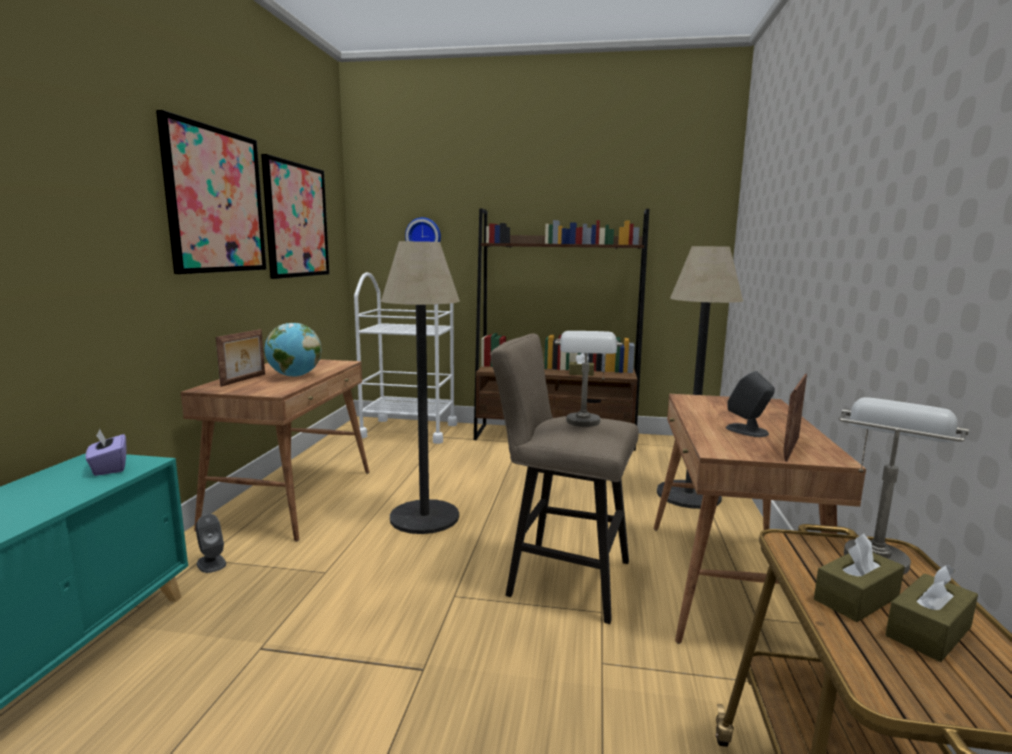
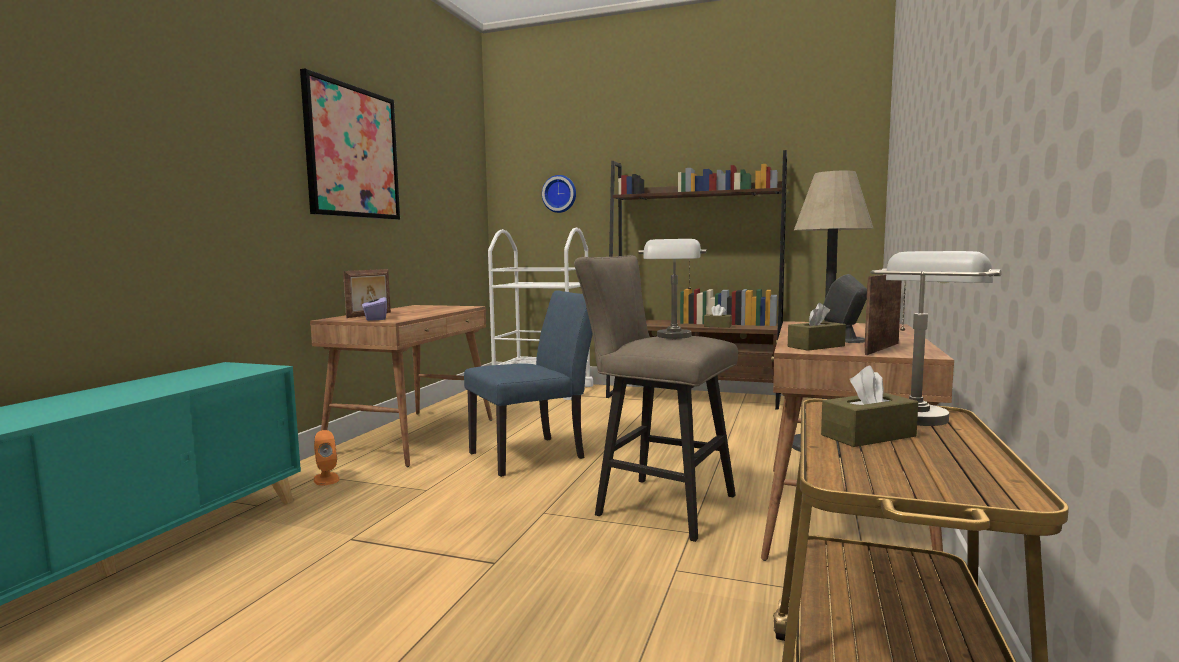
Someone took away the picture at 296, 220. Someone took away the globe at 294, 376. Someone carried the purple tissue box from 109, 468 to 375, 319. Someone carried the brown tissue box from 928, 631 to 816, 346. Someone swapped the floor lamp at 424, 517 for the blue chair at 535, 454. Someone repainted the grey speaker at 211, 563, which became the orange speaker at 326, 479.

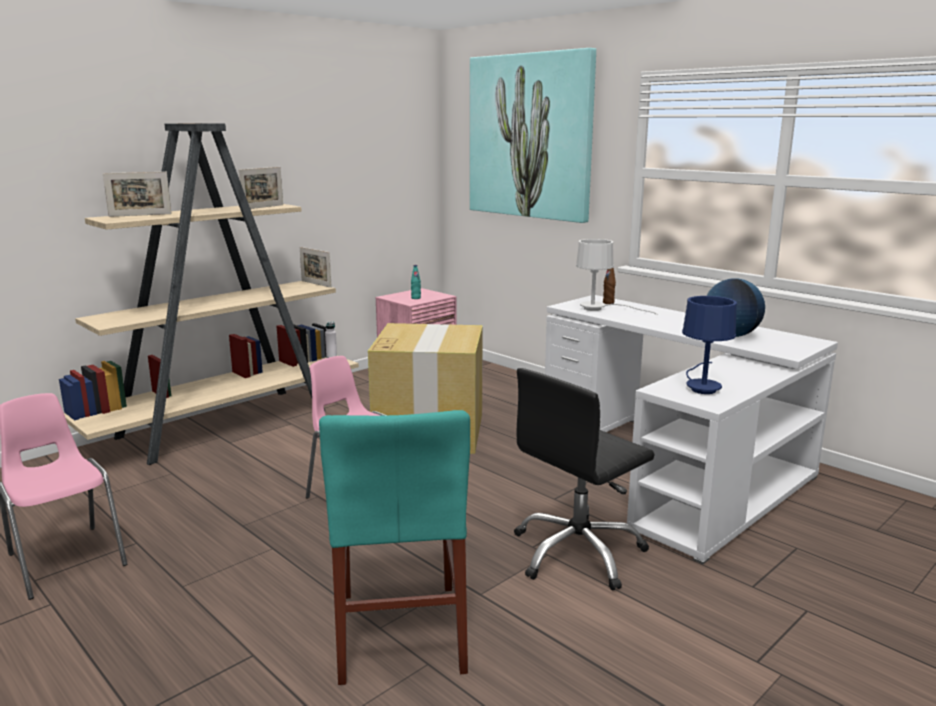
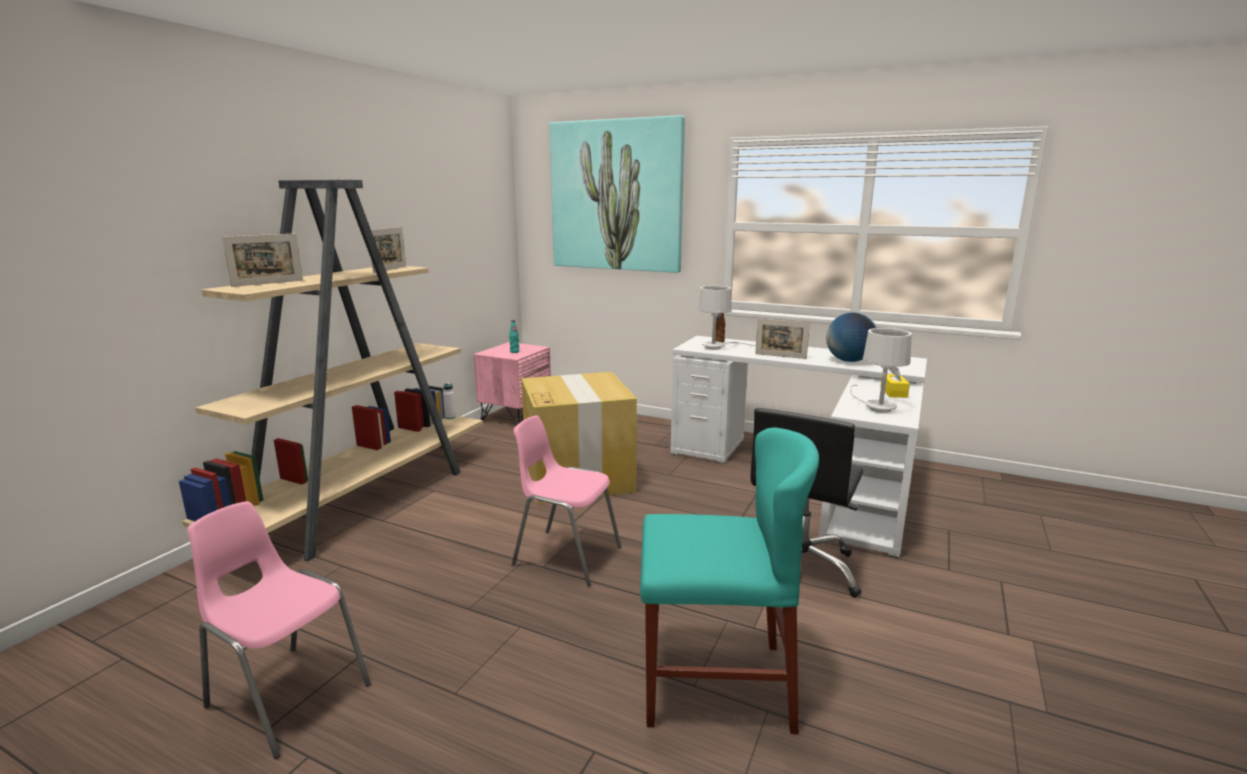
Someone put down the yellow tissue box at 893, 392. Someone carried the picture frame from 316, 284 to 780, 356. Someone repainted the blue table lamp at 701, 386, which became the white table lamp at 874, 406. Someone rotated the turquoise chair at 400, 631 by 60 degrees counterclockwise.

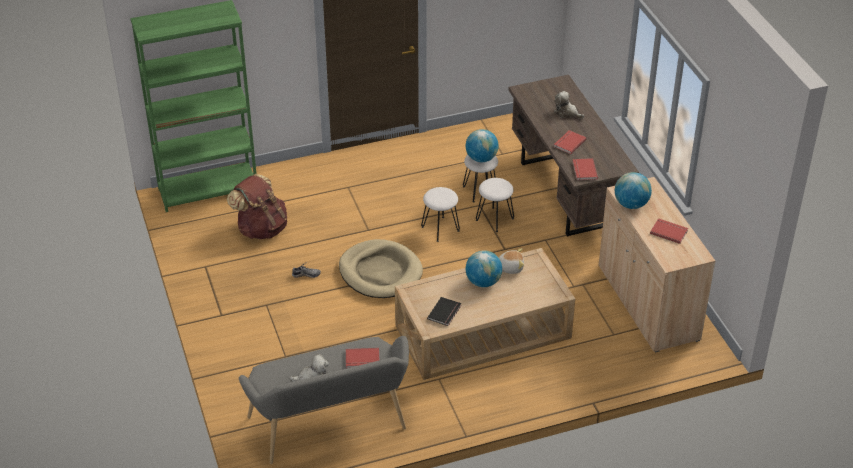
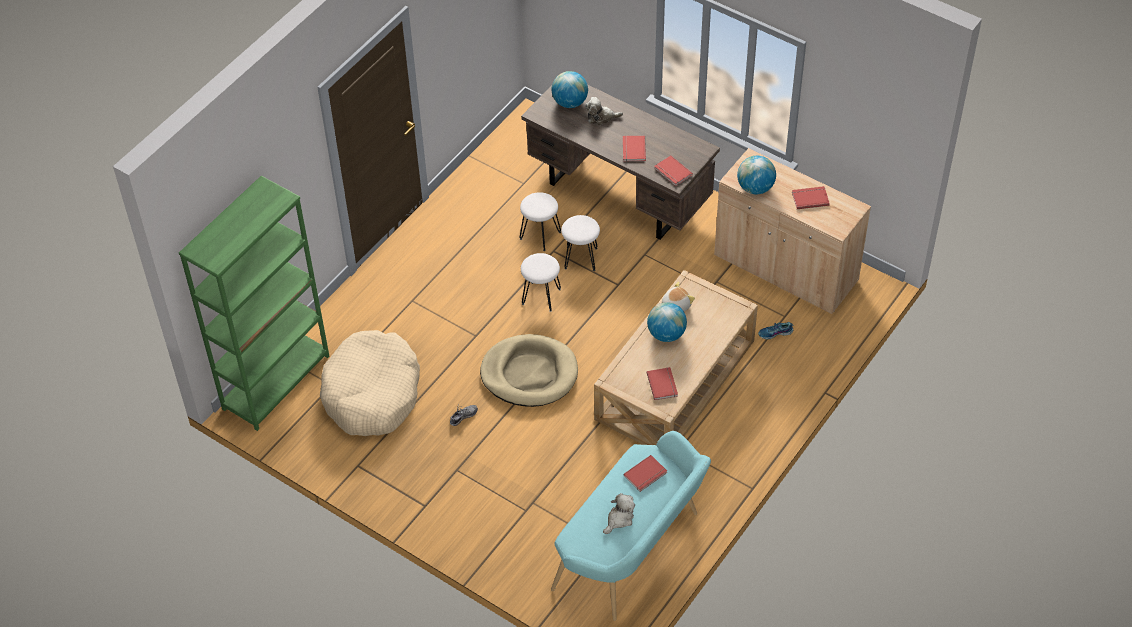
Someone put down the shoe at 775, 333. Someone carried the globe from 481, 158 to 570, 102. Someone swapped the brown backpack at 261, 228 for the beige dog bed at 372, 393. Someone repainted the grey bench at 331, 427, which became the turquoise bench at 633, 553. Someone repainted the black book at 445, 312, which became the red book at 663, 384.

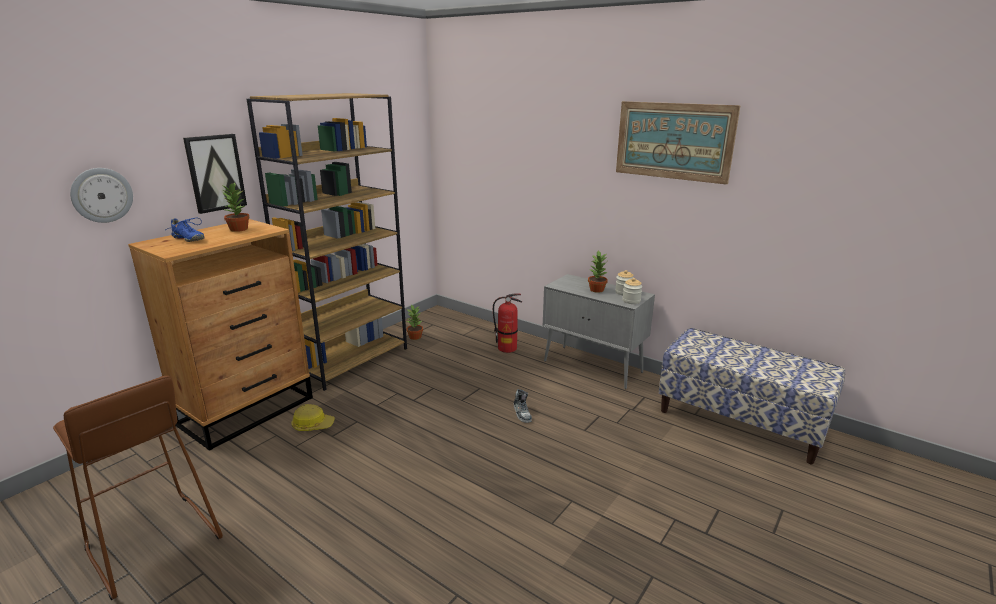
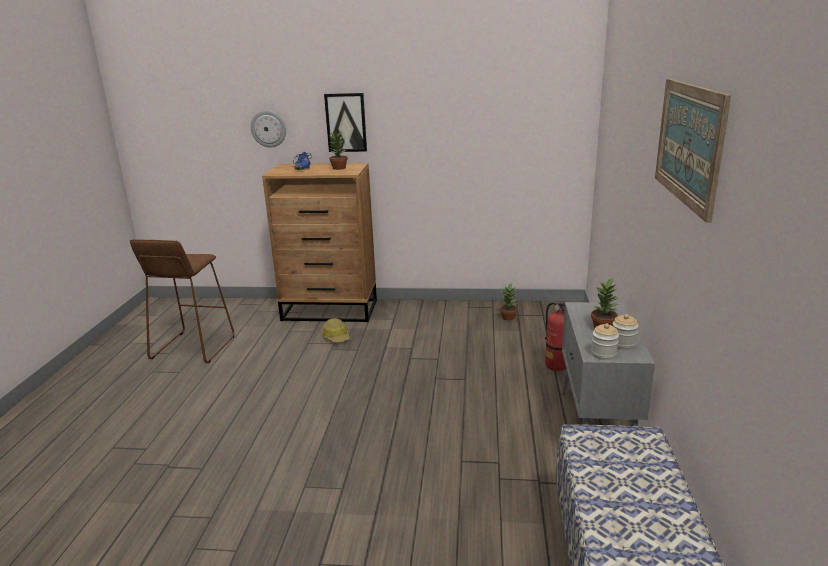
Someone took away the brown bookcase at 350, 360. Someone took away the shoe at 522, 413.

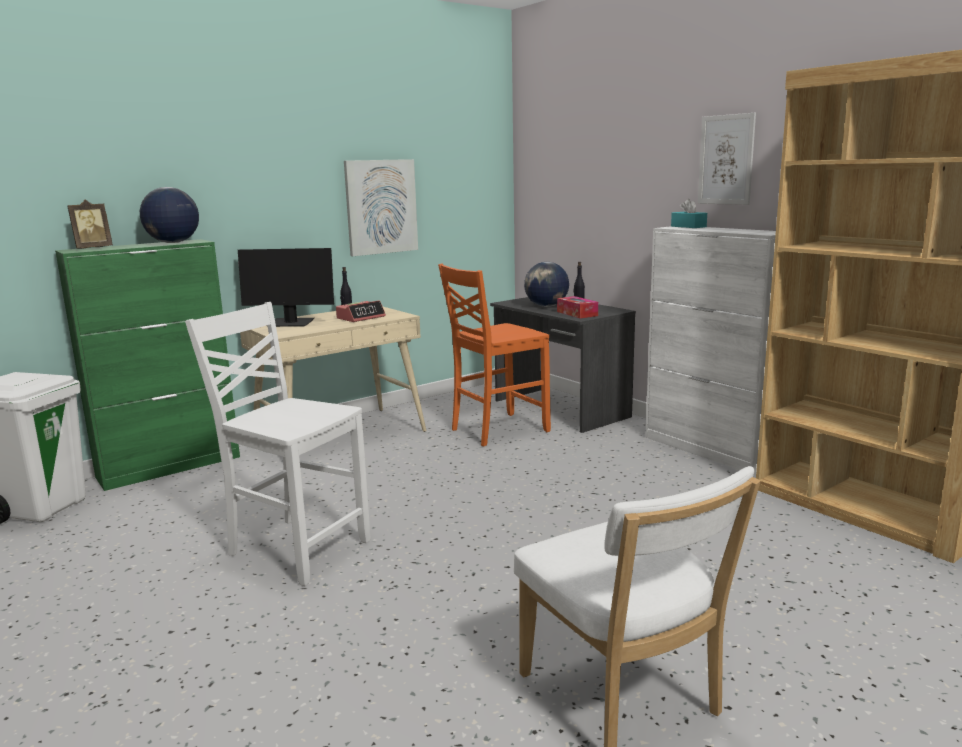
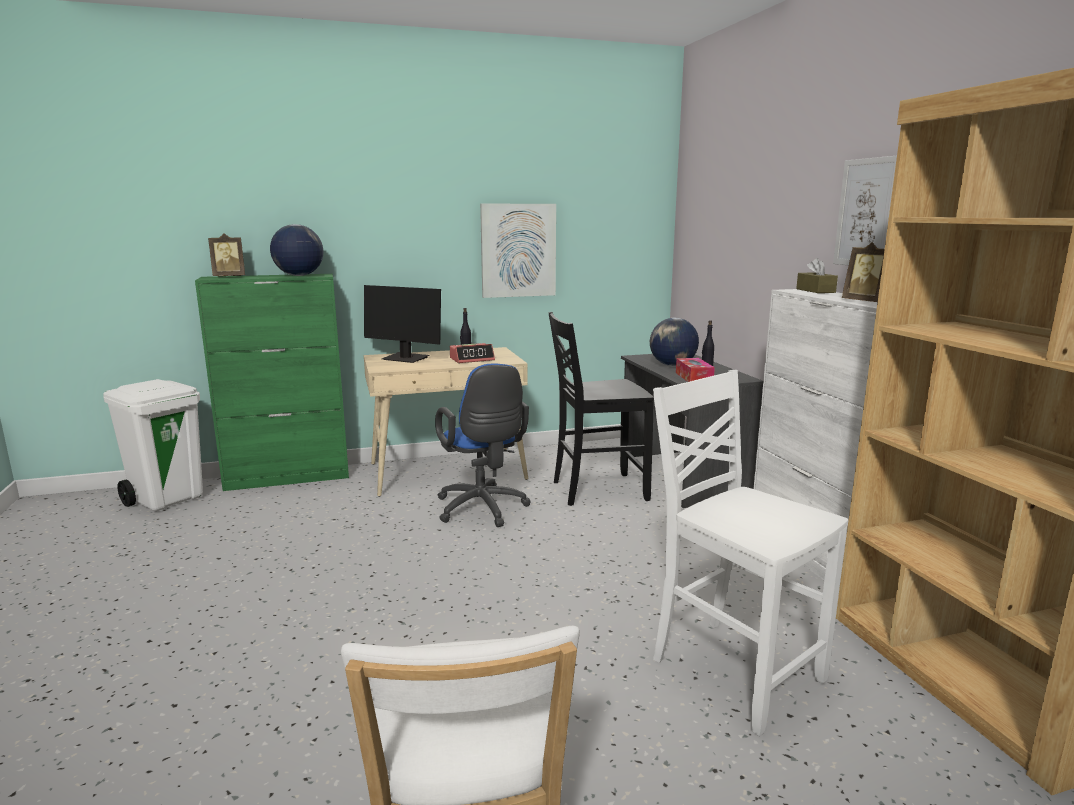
Someone put down the blue office chair at 483, 510. Someone put down the picture frame at 865, 302. Someone carried the white chair from 296, 548 to 733, 669. Someone repainted the orange chair at 497, 430, which became the black chair at 597, 490. Someone repainted the turquoise tissue box at 688, 226, which became the brown tissue box at 815, 291.

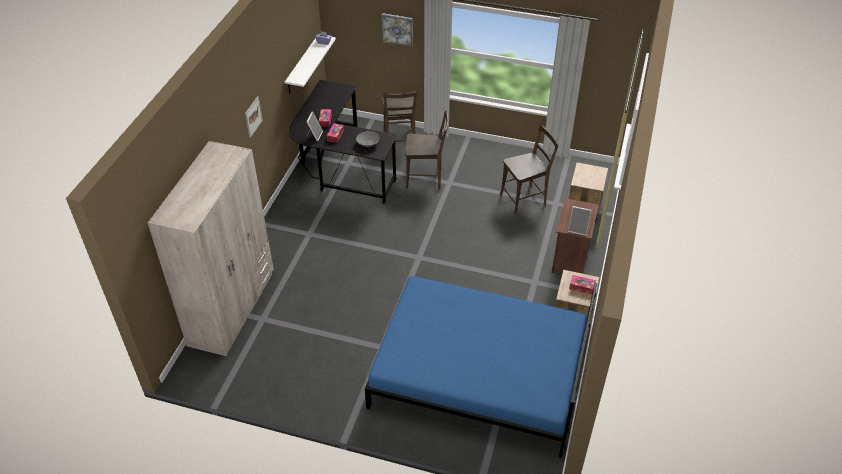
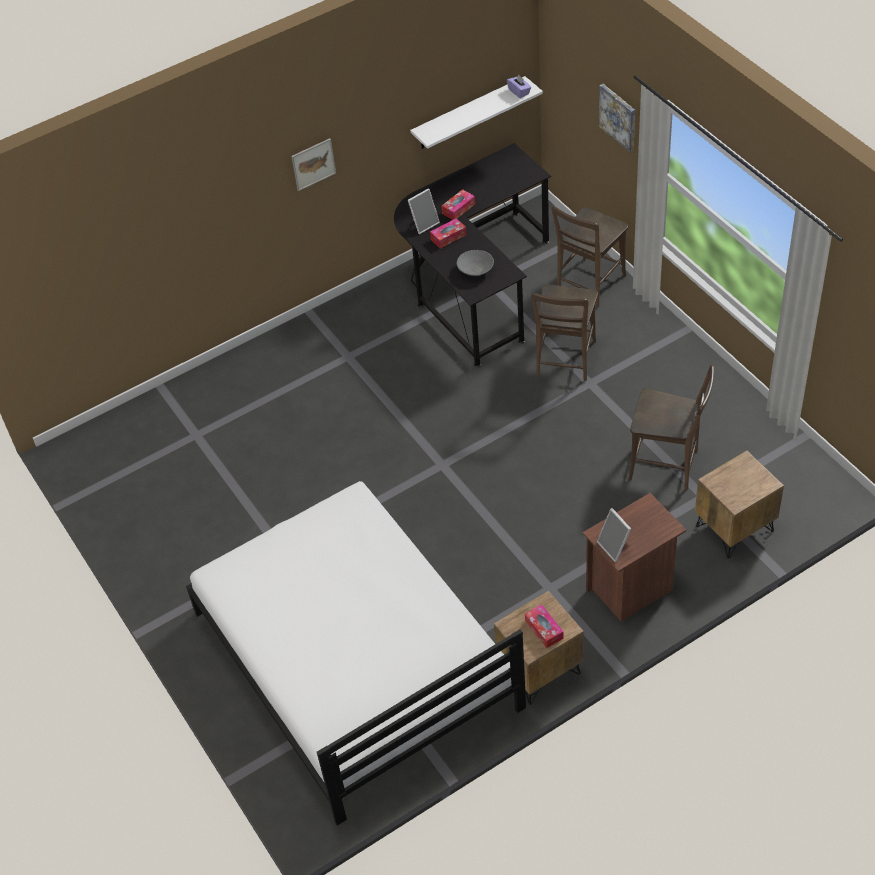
Someone took away the beige wardrobe at 232, 308. Someone repainted the blue bed at 479, 374, which became the white bed at 355, 660. Someone rotated the brown chair at 426, 179 by 60 degrees clockwise.

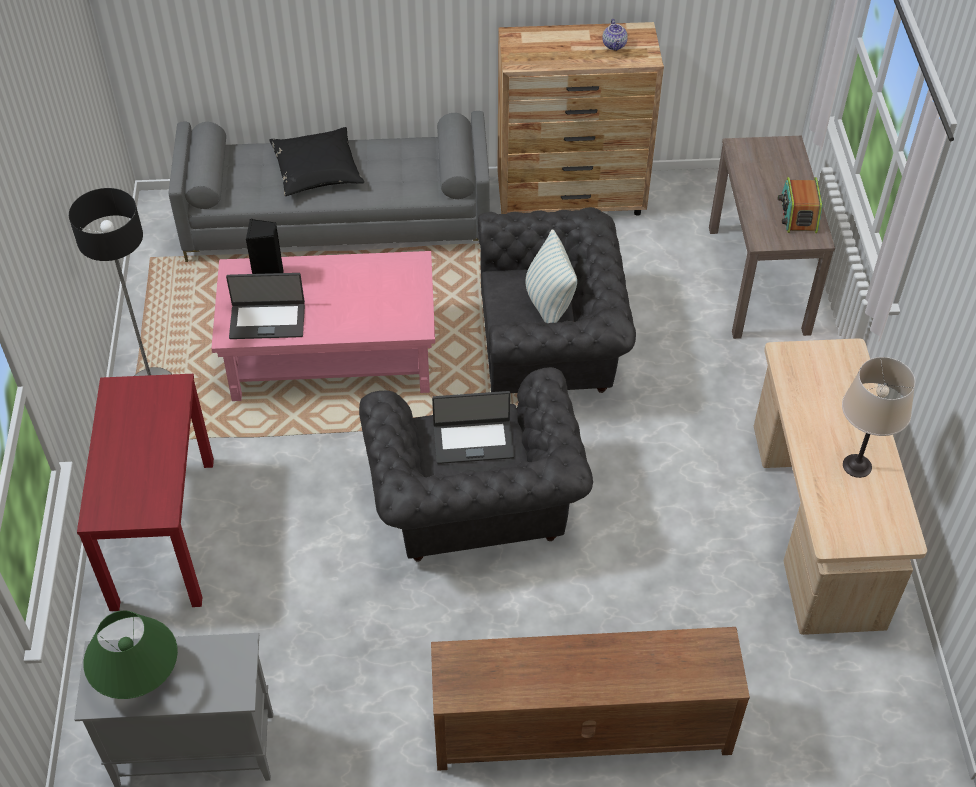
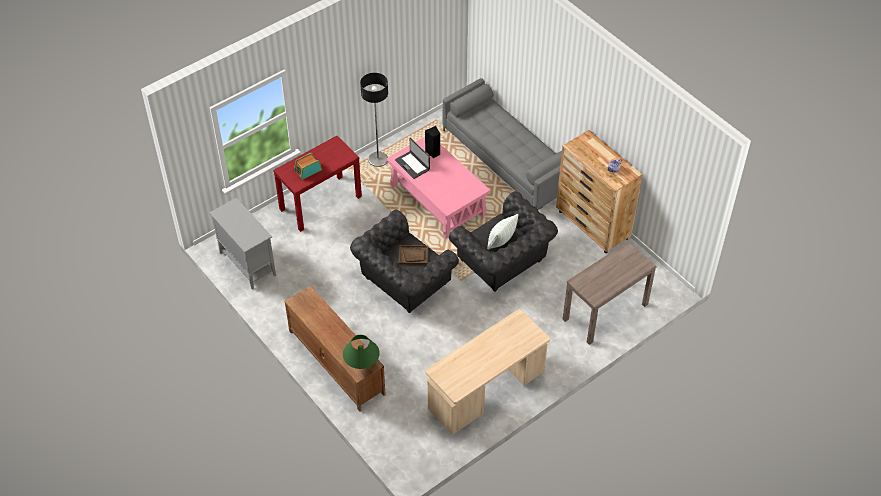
Someone took away the black pillow at 317, 170. Someone took away the beige table lamp at 857, 466. Someone carried the green table lamp from 138, 675 to 361, 362. Someone carried the radio from 798, 215 to 308, 170. Someone swapped the laptop at 473, 441 for the brown tray at 413, 255.

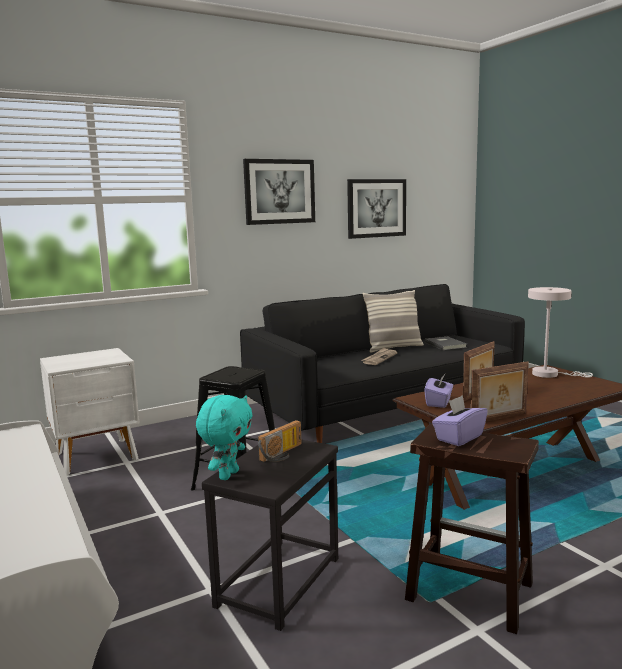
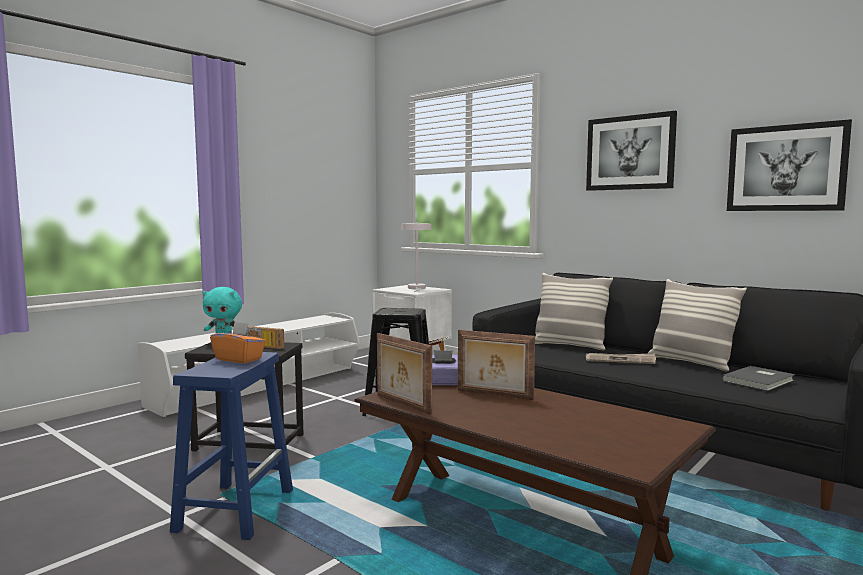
Someone put down the pillow at 569, 345. Someone carried the white table lamp from 550, 374 to 417, 288. Someone repainted the brown stool at 467, 591, which became the blue stool at 236, 509. Someone repainted the purple tissue box at 459, 437, which became the orange tissue box at 239, 359.

